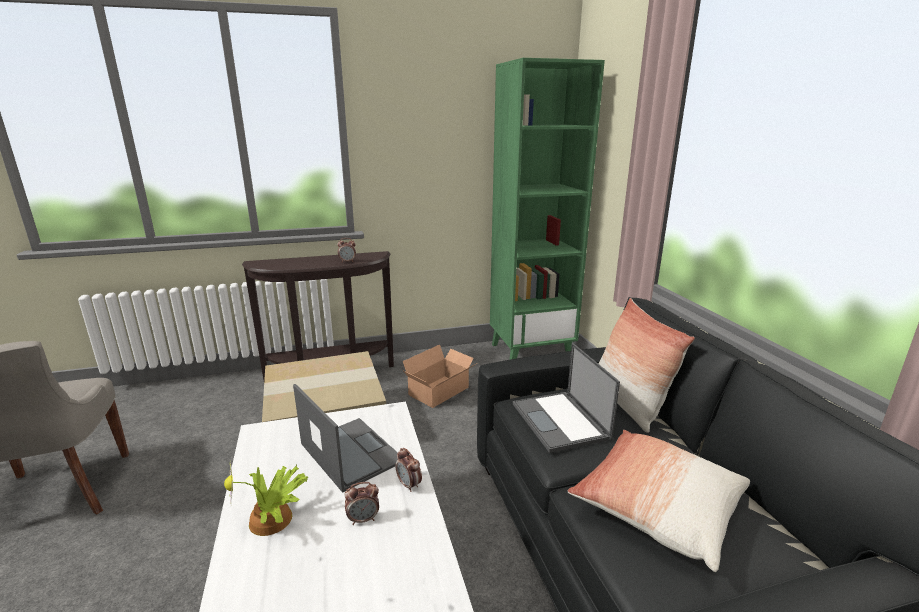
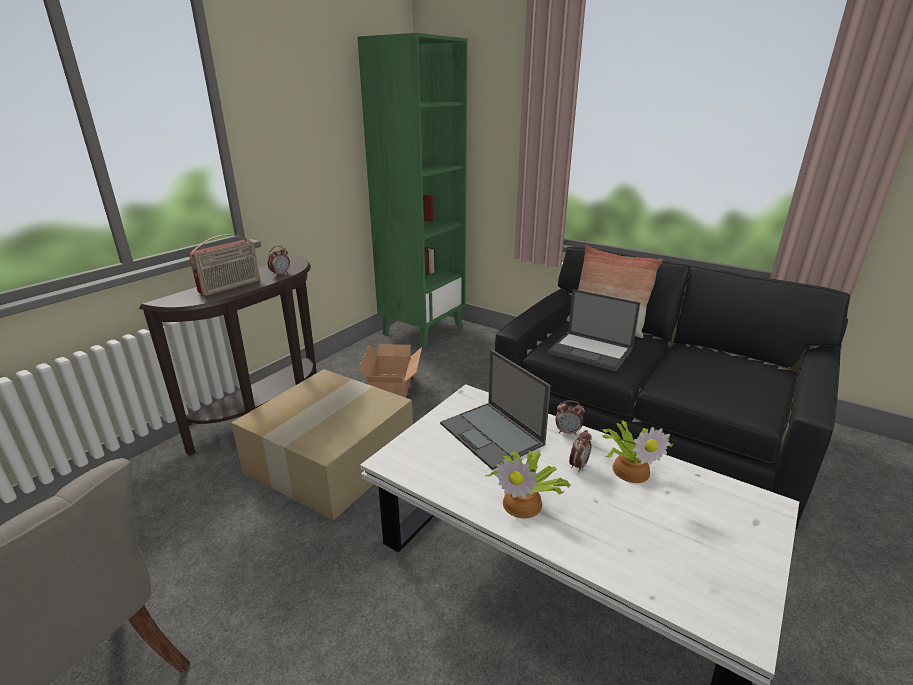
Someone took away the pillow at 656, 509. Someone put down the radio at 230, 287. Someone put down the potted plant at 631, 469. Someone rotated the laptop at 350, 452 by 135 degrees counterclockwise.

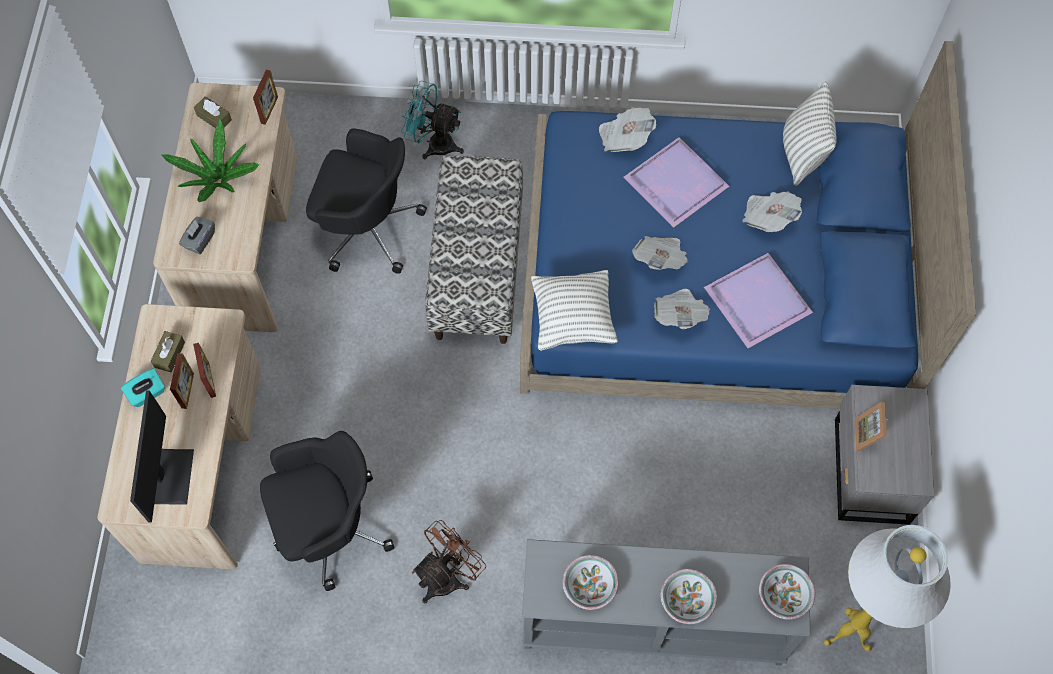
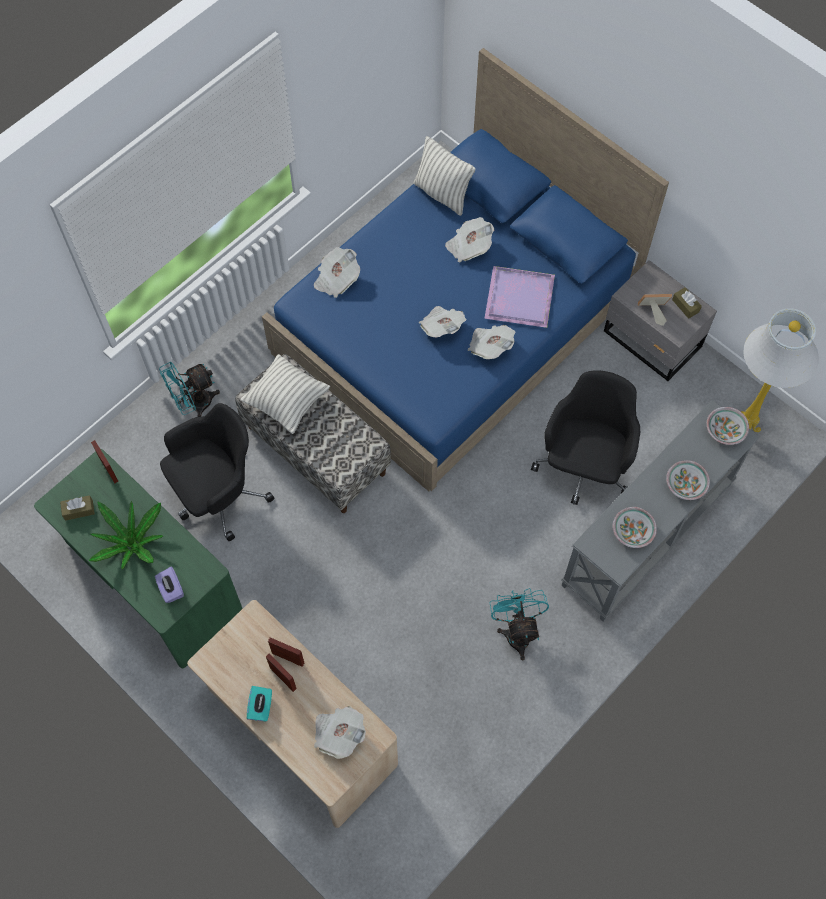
Someone took away the purple tray at 675, 185. Someone carried the brown tissue box from 169, 354 to 685, 306. Someone carried the black office chair from 329, 527 to 584, 466. Someone carried the pillow from 573, 319 to 287, 401. Someone swapped the monitor at 171, 476 for the newspaper at 338, 734. Someone repainted the beige desk at 245, 240, which became the green desk at 152, 580. Someone repainted the grey tissue box at 199, 240, which became the purple tissue box at 171, 589. Someone repainted the brown fan at 448, 576, which became the turquoise fan at 517, 631. Someone rotated the picture frame at 869, 435 by 135 degrees clockwise.

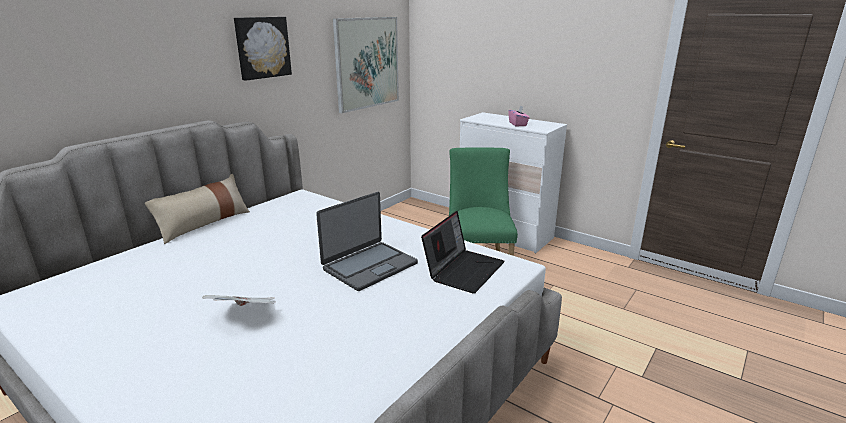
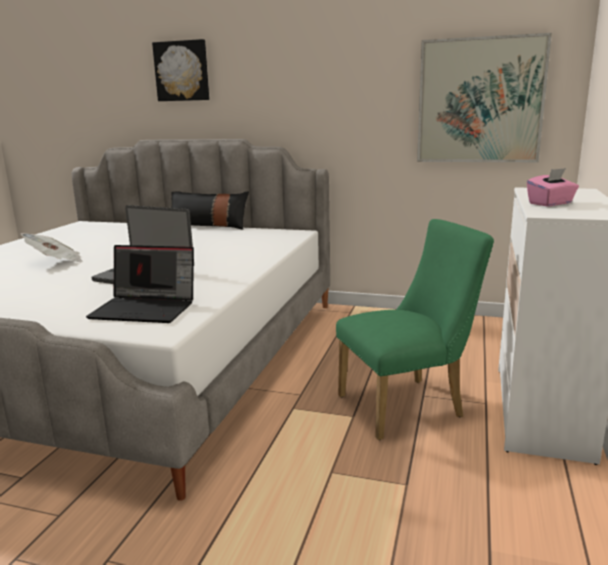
Someone carried the picture from 262, 47 to 182, 71. Someone repainted the beige pillow at 204, 224, which became the black pillow at 208, 226.

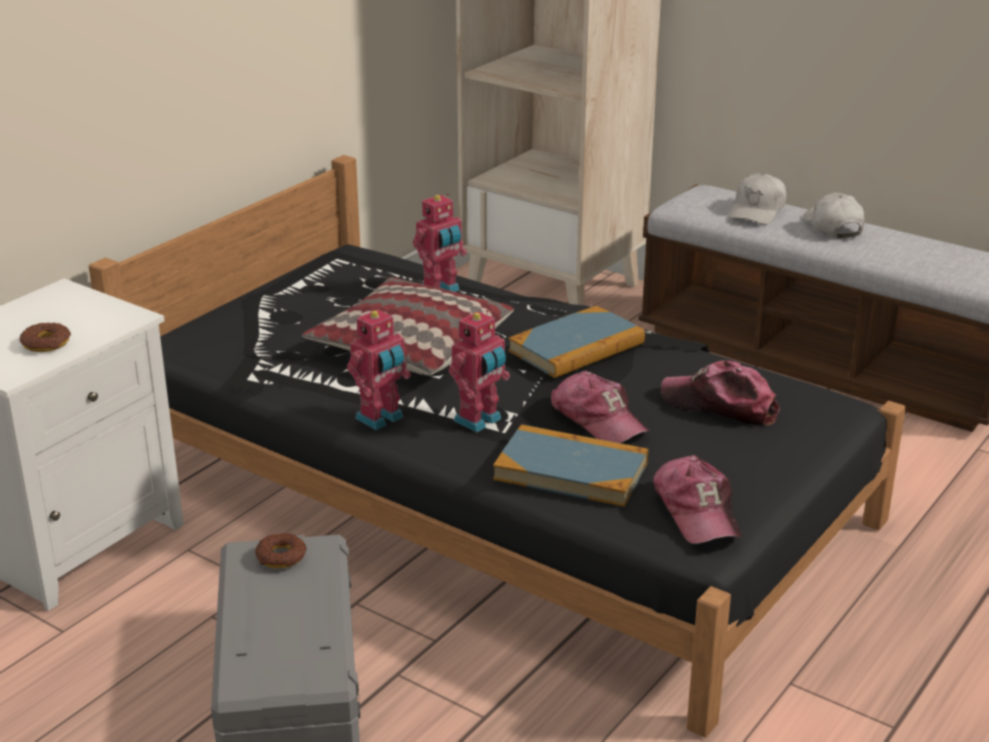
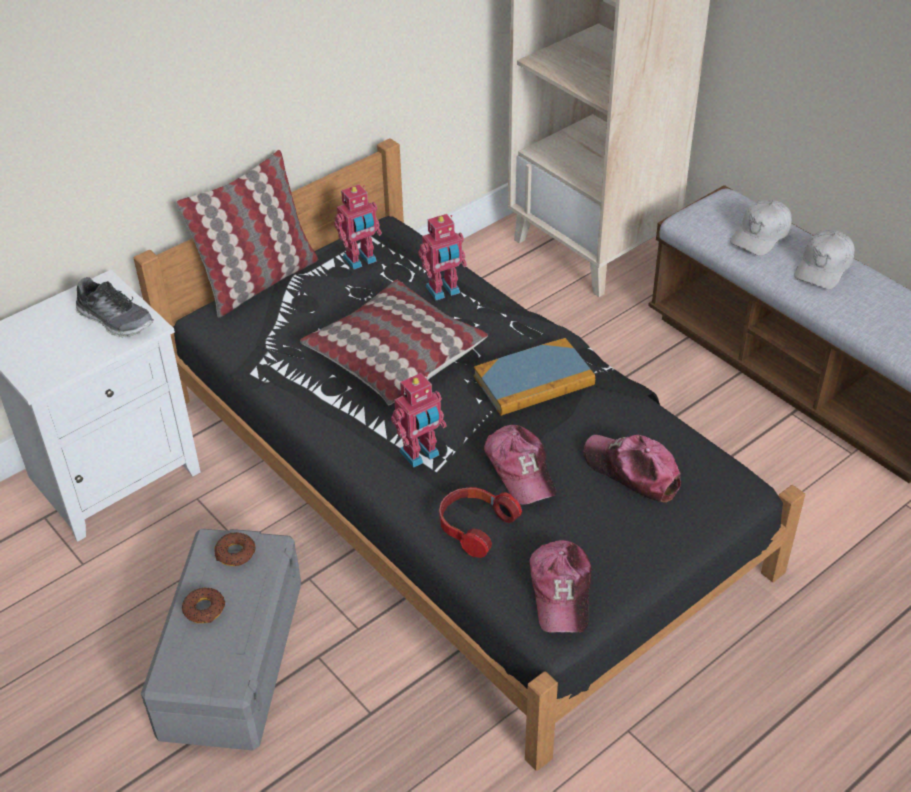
Someone put down the shoe at 115, 320. Someone put down the pillow at 258, 281. Someone carried the donut from 46, 343 to 204, 609. Someone carried the toy robot from 381, 419 to 360, 260. Someone swapped the book at 571, 471 for the headphones at 474, 526. Someone rotated the white cap at 832, 227 by 150 degrees counterclockwise.

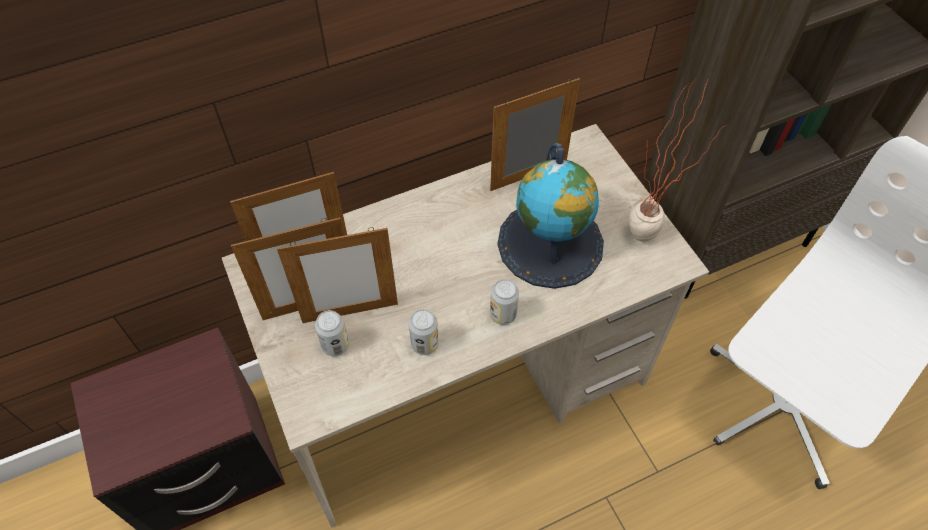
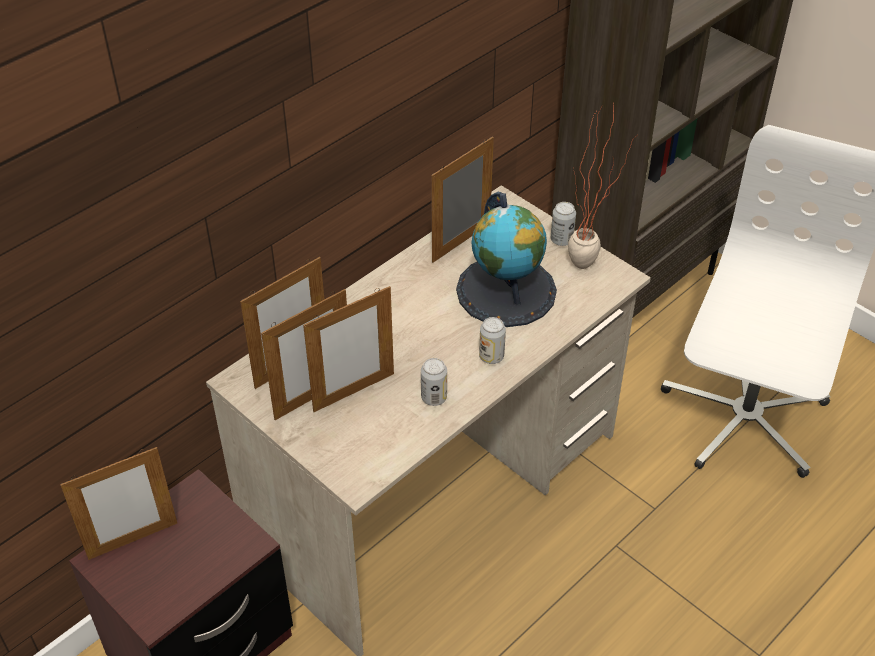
Someone put down the picture frame at 133, 540. Someone carried the can from 335, 345 to 561, 240.

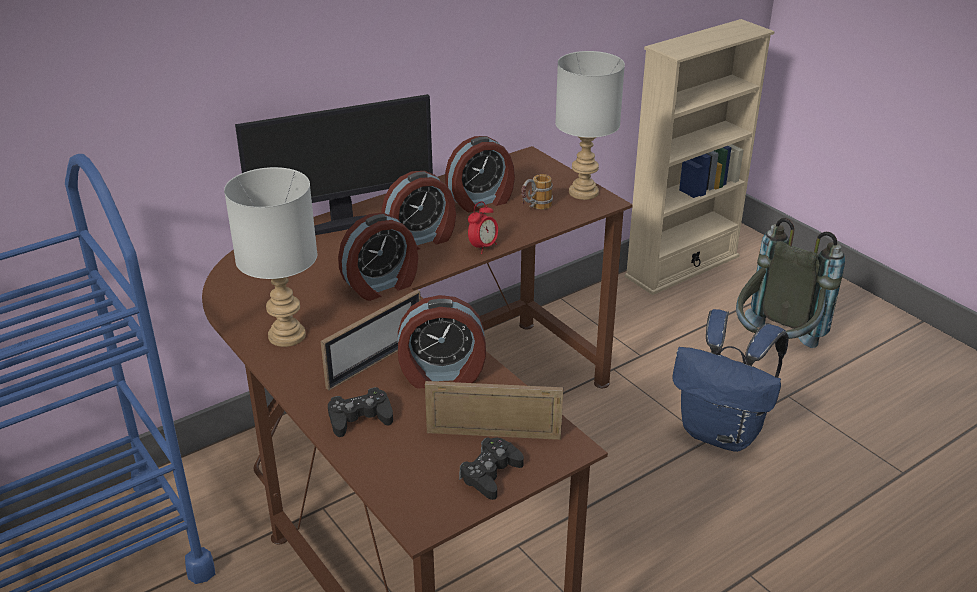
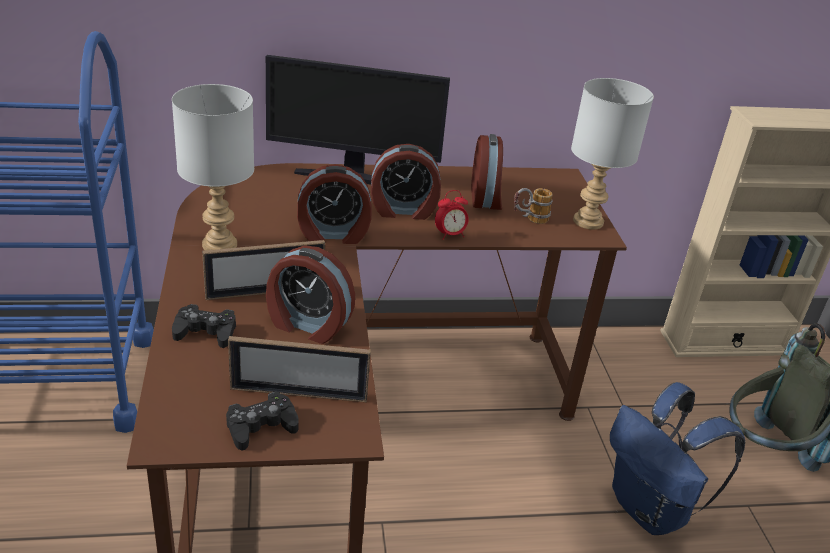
Someone rotated the picture frame at 493, 434 by 150 degrees clockwise. Someone rotated the alarm clock at 481, 201 by 90 degrees counterclockwise.

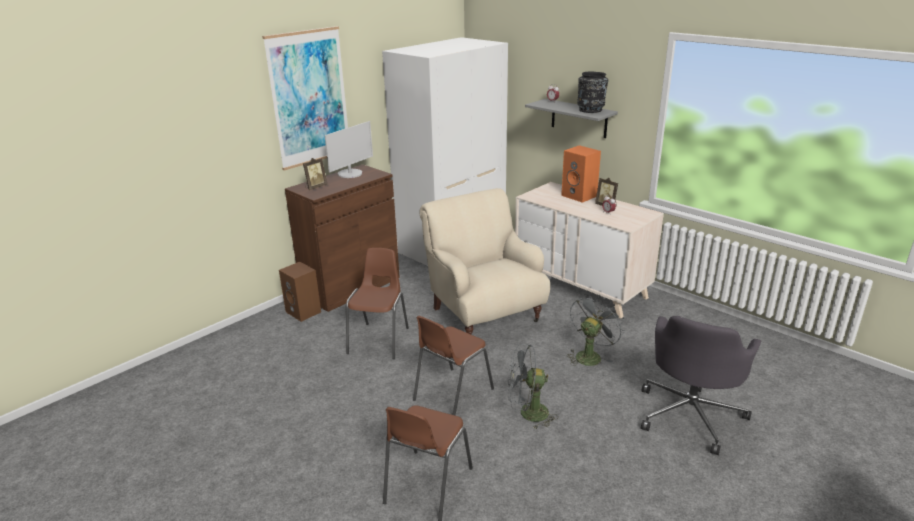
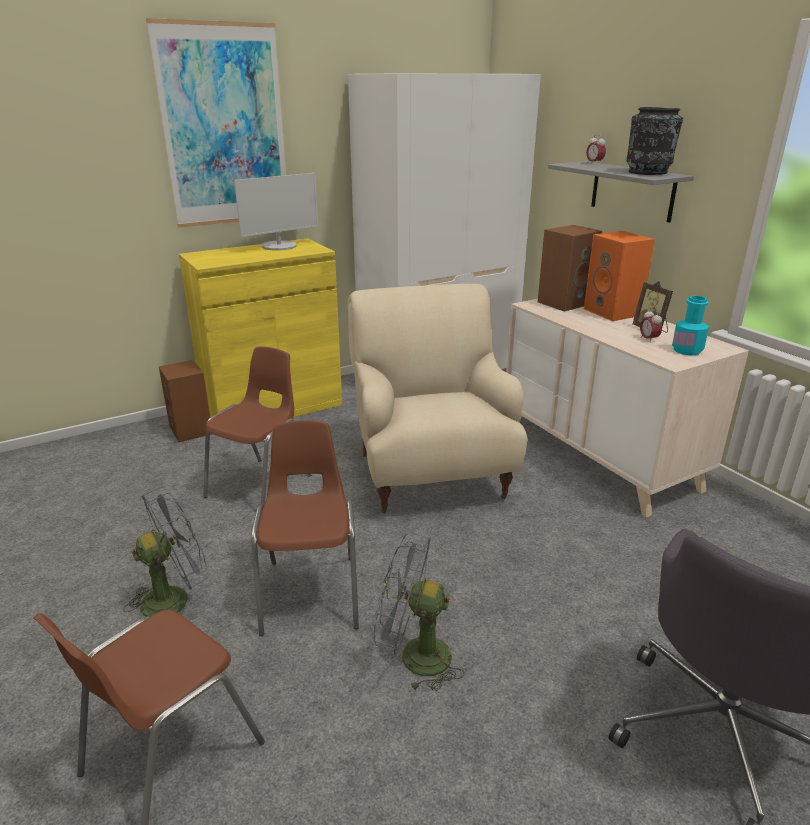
Someone took away the picture frame at 315, 187. Someone put down the brown speaker at 565, 302. Someone put down the turquoise bottle at 687, 350. Someone carried the grey fan from 590, 355 to 175, 597. Someone repainted the brown cabinet at 351, 286, which became the yellow cabinet at 273, 407. Someone rotated the brown chair at 452, 394 by 120 degrees clockwise.

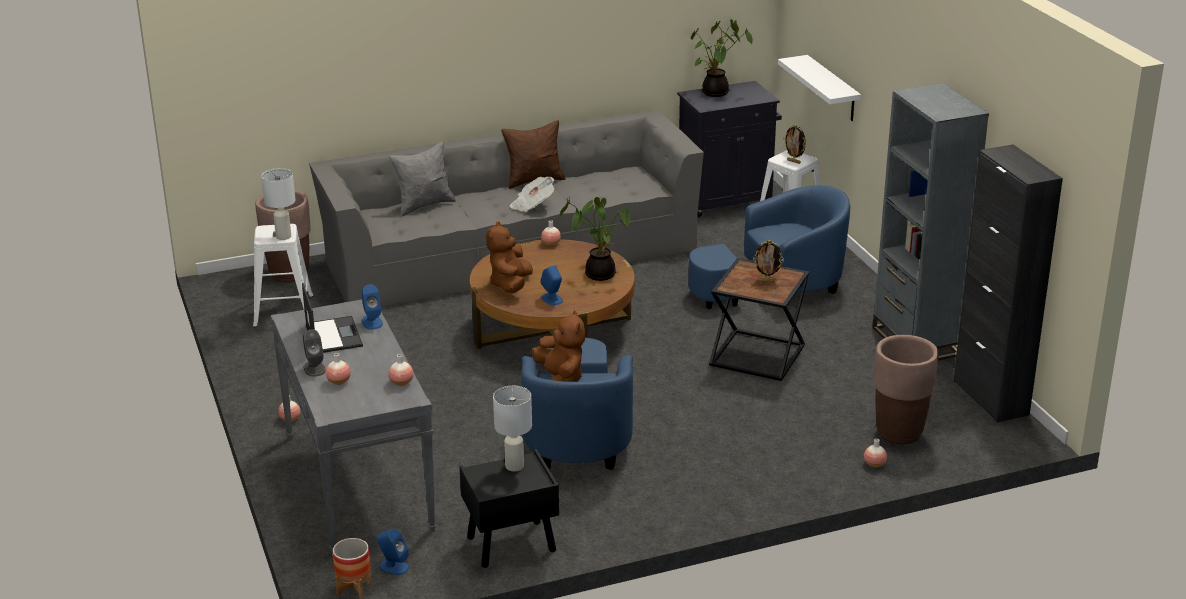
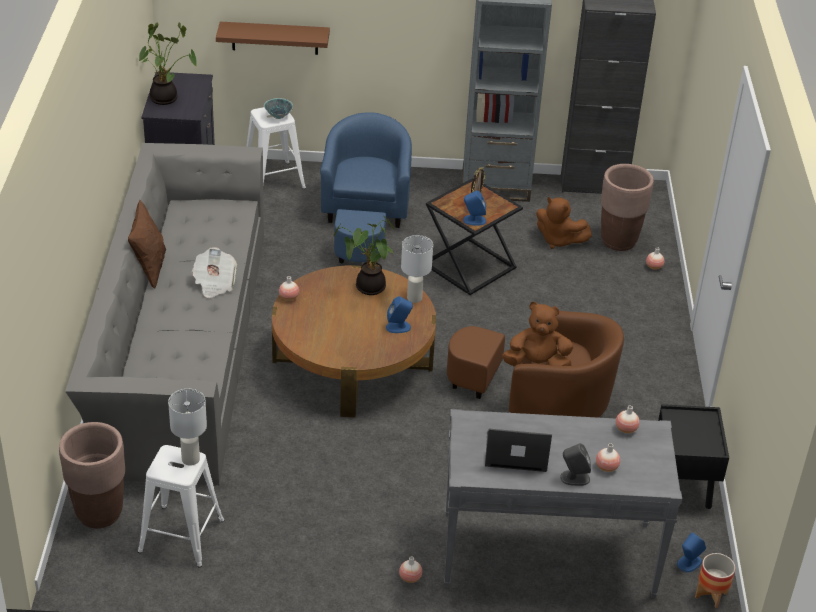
Someone took away the grey pillow at 424, 205. Someone carried the blue speaker from 372, 322 to 474, 220. Someone carried the brown plush toy from 510, 285 to 558, 240. Someone carried the white table lamp from 515, 466 to 415, 298. Someone swapped the picture frame at 794, 161 for the bowl at 278, 116. Someone repainted the blue armchair at 577, 435, which became the brown armchair at 538, 400. Someone repainted the white shelf at 832, 89, which became the brown shelf at 275, 38.

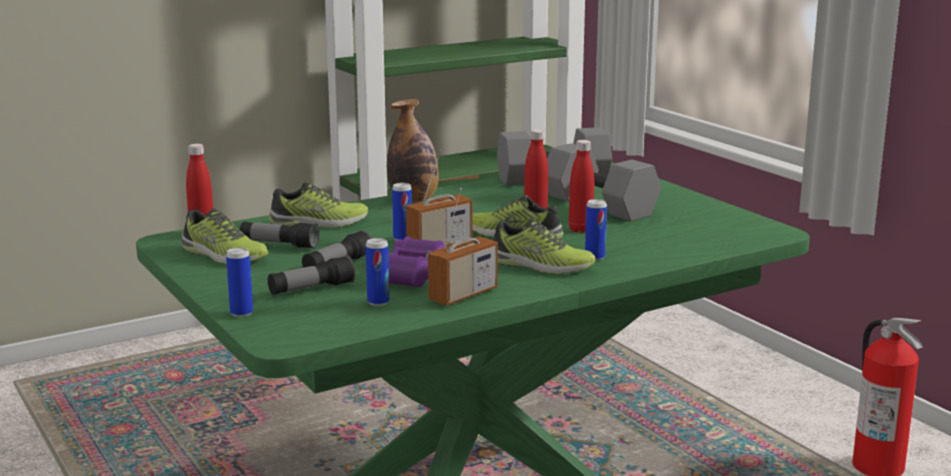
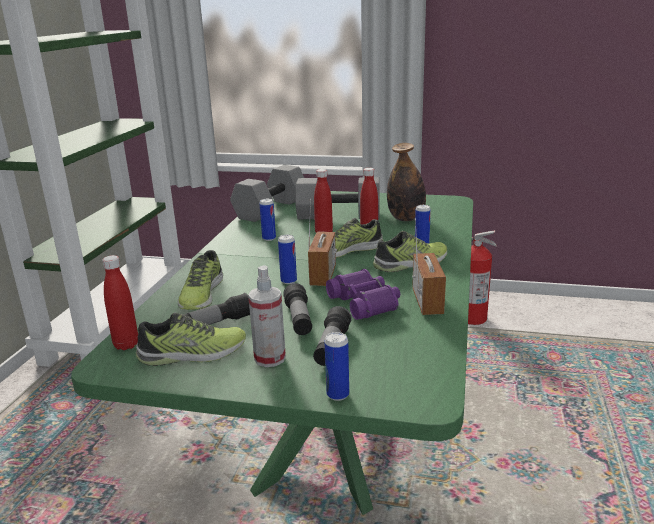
Someone put down the spray bottle at 270, 358. Someone carried the can from 378, 302 to 269, 238. Someone carried the bottle from 414, 200 to 406, 218. Someone rotated the shoe at 319, 223 by 150 degrees clockwise.

